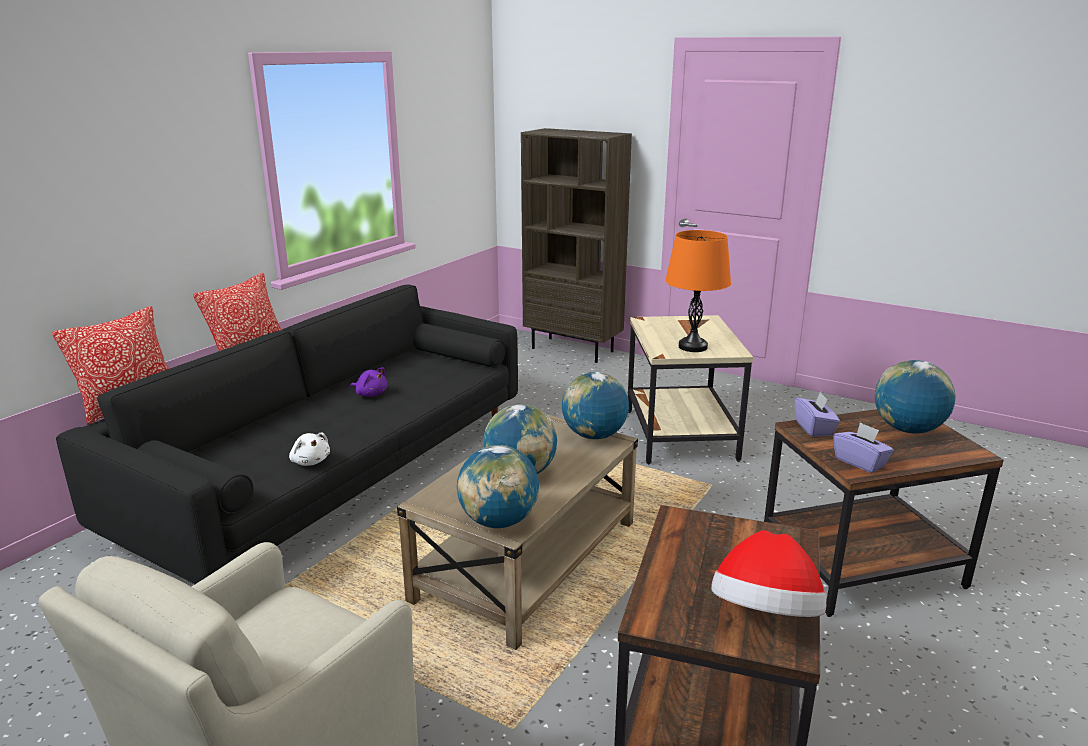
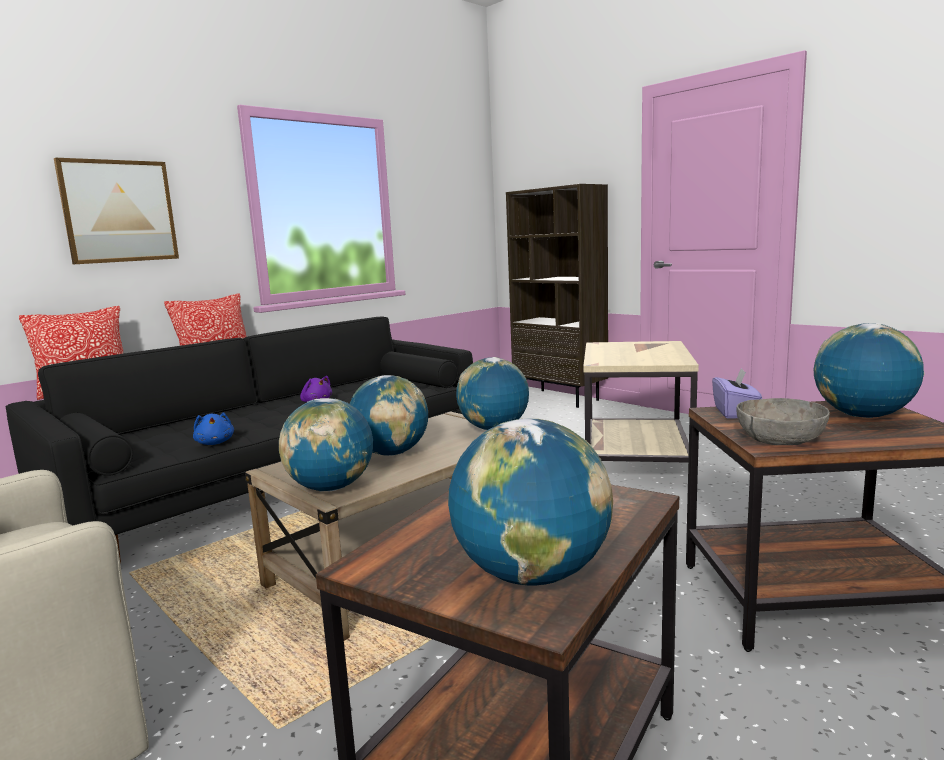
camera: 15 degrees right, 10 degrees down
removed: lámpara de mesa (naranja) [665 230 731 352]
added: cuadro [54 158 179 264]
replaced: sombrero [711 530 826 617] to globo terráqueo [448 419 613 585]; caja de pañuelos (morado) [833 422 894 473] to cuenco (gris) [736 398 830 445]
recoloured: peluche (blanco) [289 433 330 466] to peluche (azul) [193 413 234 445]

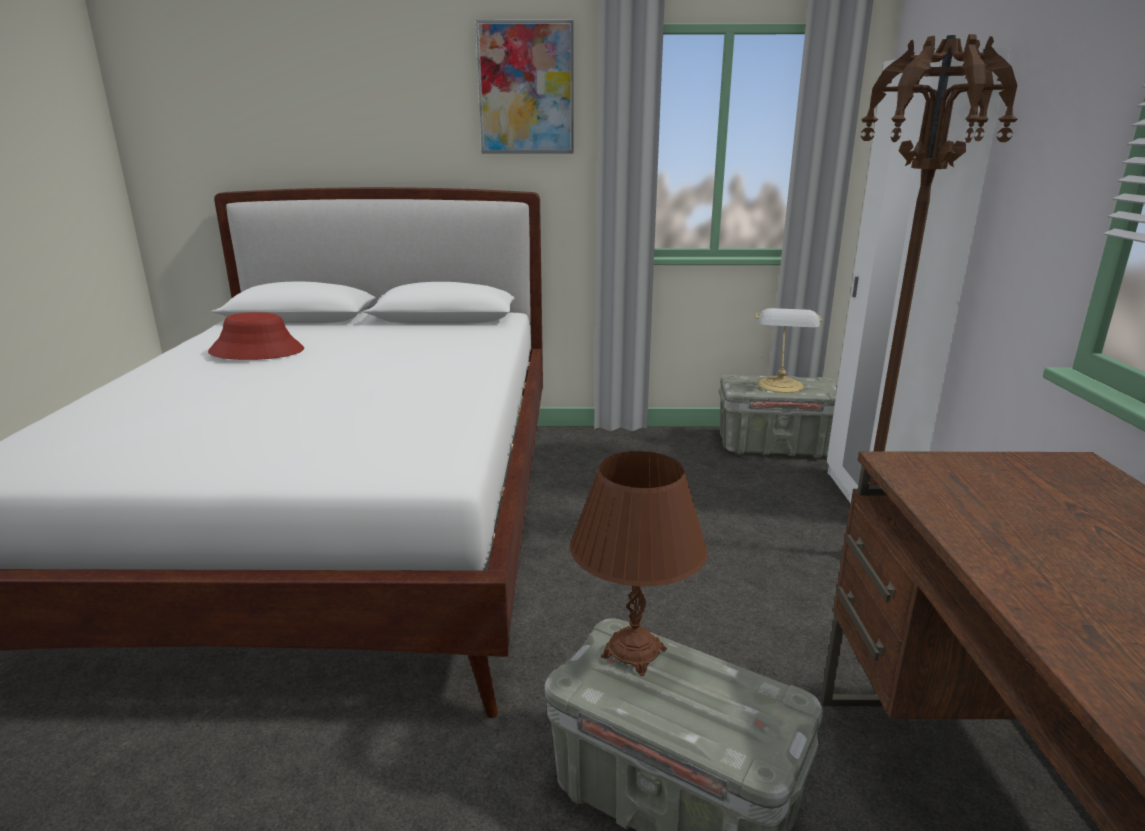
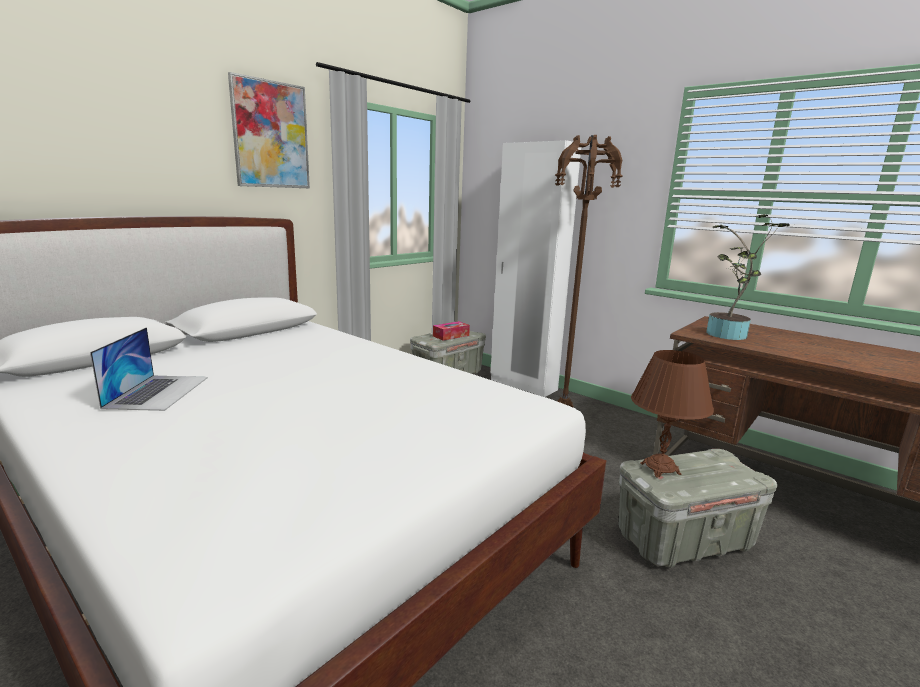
camera: 50 degrees left, 5 degrees down
added: planta en maceta [706 214 789 340]
replaced: sombrero (rojo) [208 312 304 360] to portátil [90 327 208 411]; lámpara de mesa [756 308 823 393] to caja de pañuelos [433 321 470 340]

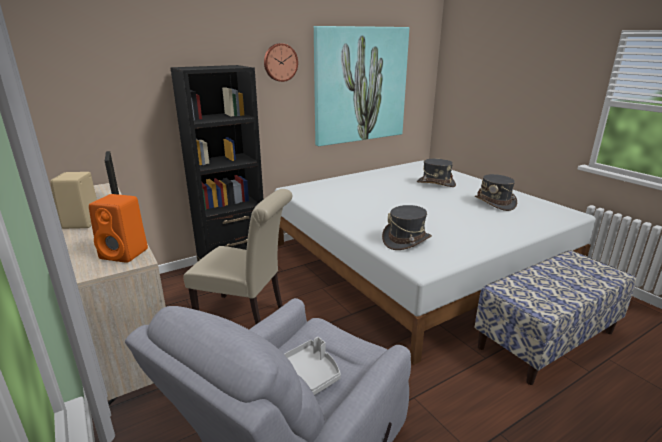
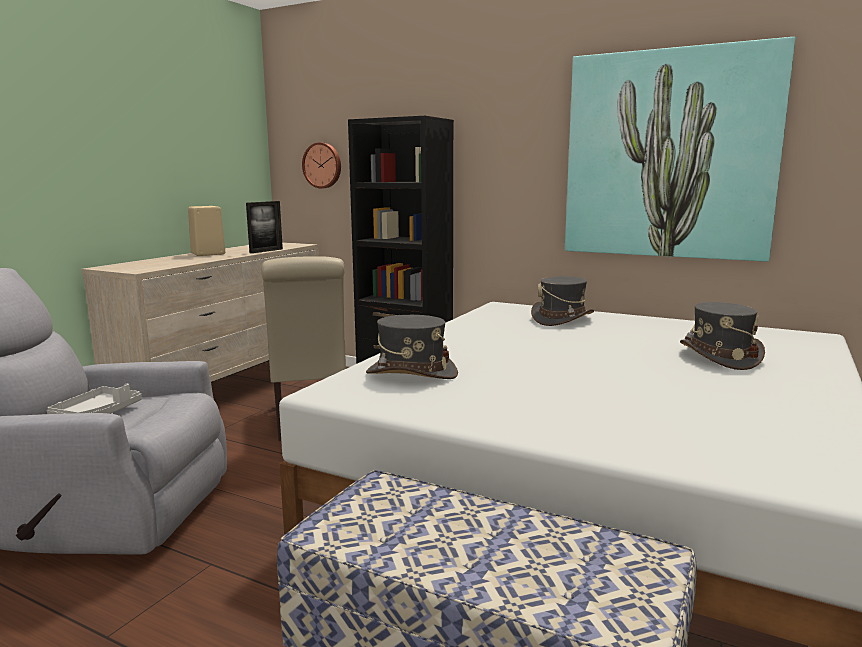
camera: 60 degrees right, 10 degrees down
removed: altavoz (naranja) [89 194 148 263]
moved: reloj de pared [264 43 298 82] to [302 142 341 188]; sombrero (gris) [475 174 517 211] to [531 276 594 326]

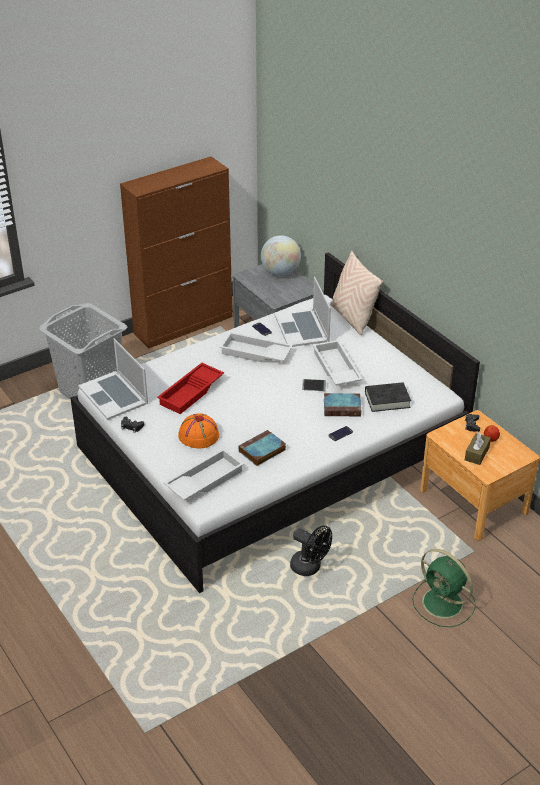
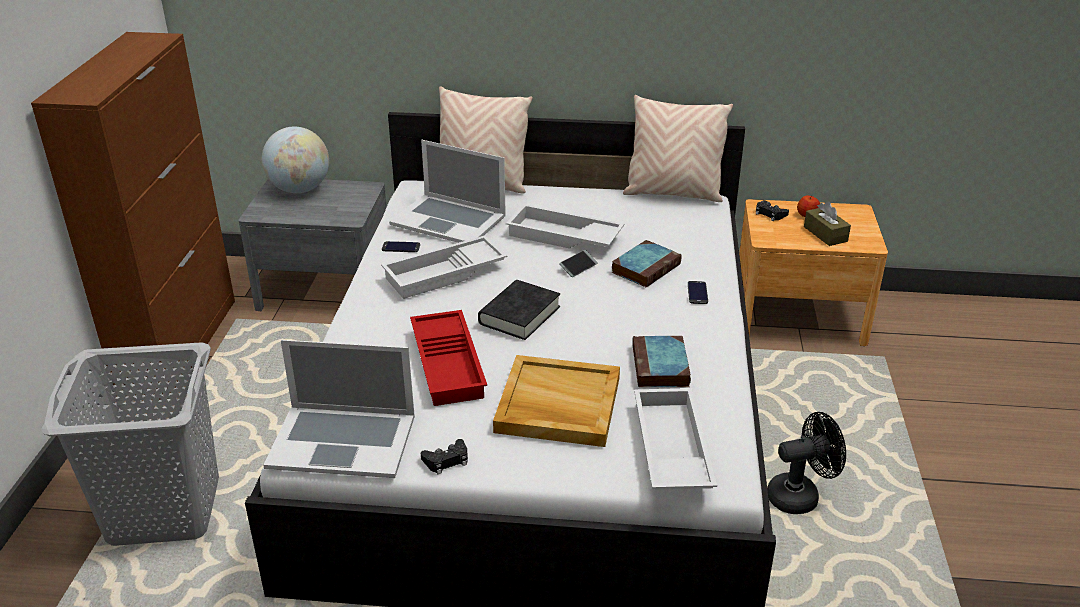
camera: 50 degrees left, 5 degrees down
removed: ventilador (verde) [412 549 476 627]
added: cojín (beis) [623 95 733 202]
moved: libro (negro) [365 382 411 412] to [478 280 560 340]
replaced: sombrero (naranja) [178 413 219 448] to bandeja (beis) [493 355 620 447]

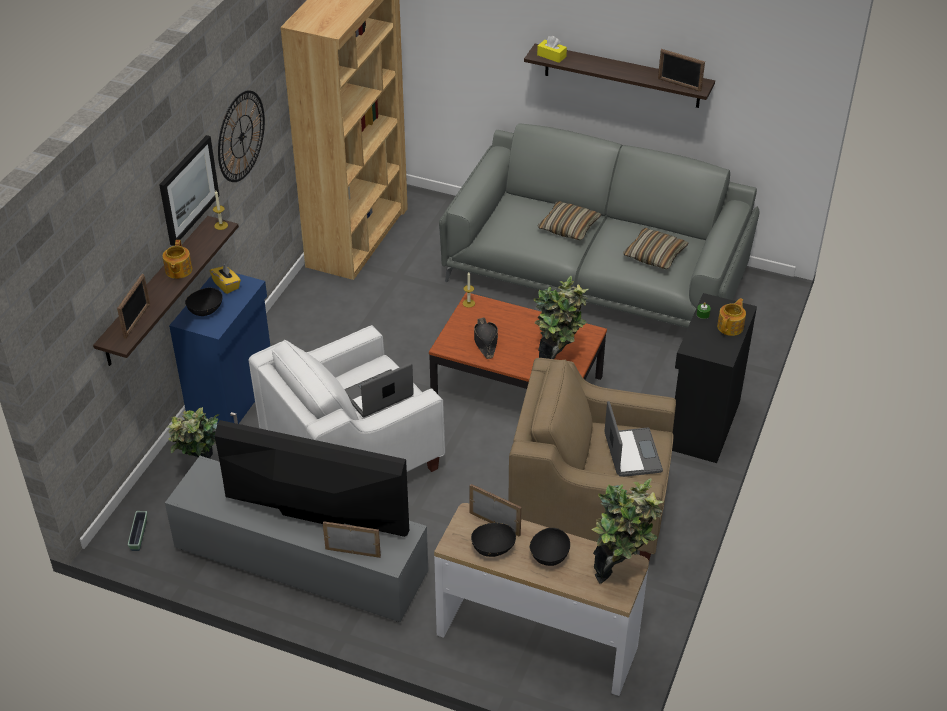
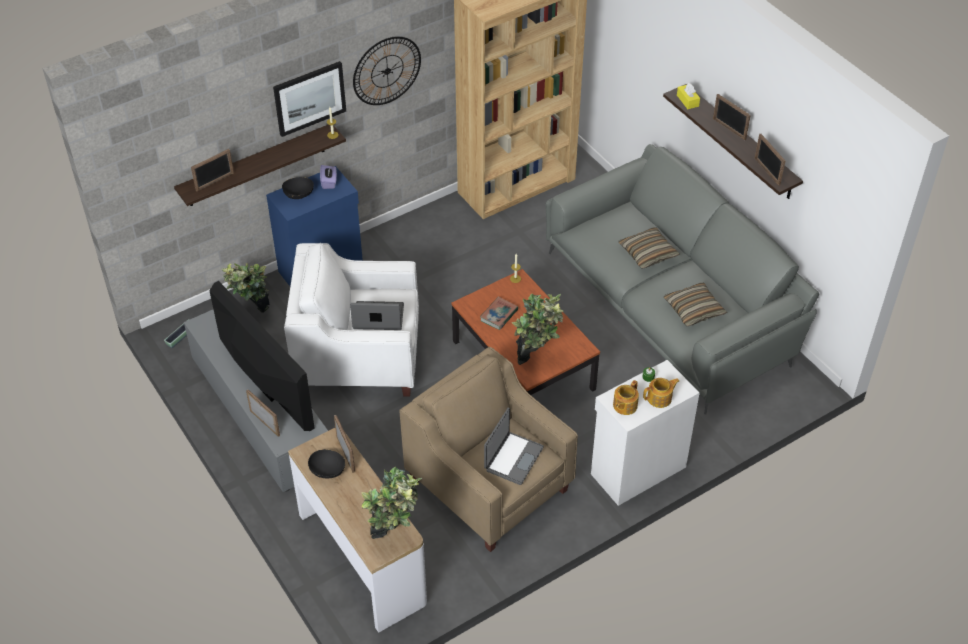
camera: 35 degrees right, 5 degrees up
removed: cuenco (negro) [529 528 570 566]
added: portarretratos [713 94 751 140]
moved: tetera [162 240 193 279] to [613 380 639 415]
replaced: sombrero (negro) [474 318 498 359] to libro [480 297 518 330]
recoloured: caja de pañuelos (amarillo) [210 264 241 294] to caja de pañuelos (morado) [320 165 337 189]; armario (negro) [672 293 757 463] to armario (blanco) [591 360 700 506]

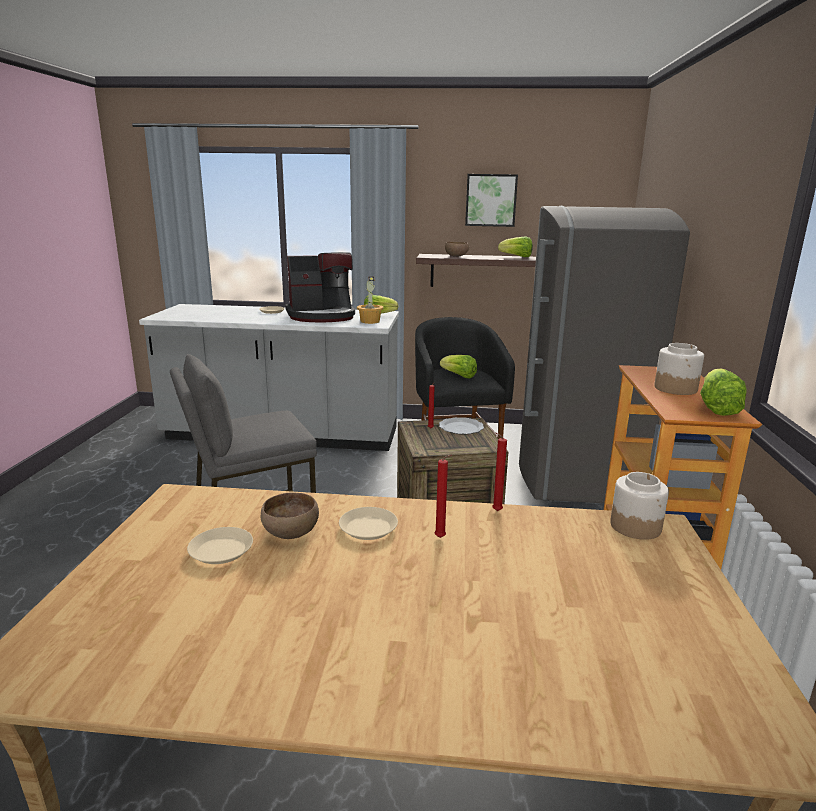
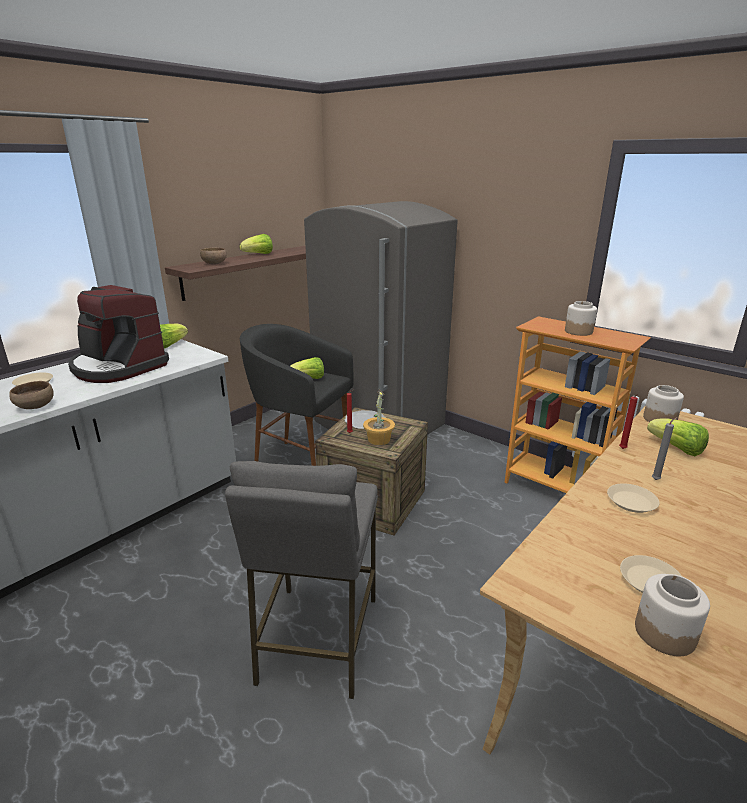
camera: 55 degrees left, 5 degrees up
removed: cuadro [465 174 518 227]
added: tarro [635 574 710 656]
moved: cuenco (marrón) [261 493 319 539] to [9 381 54 409]; planta en maceta [357 276 383 324] to [363 390 395 445]; lechuga [700 368 747 416] to [647 418 709 456]
recoloured: vela (rojo) [435 455 452 538] to vela (gris) [652 417 678 480]
turned: cafetera [285 252 355 322] = [68 285 169 383] 105 degrees clockwise

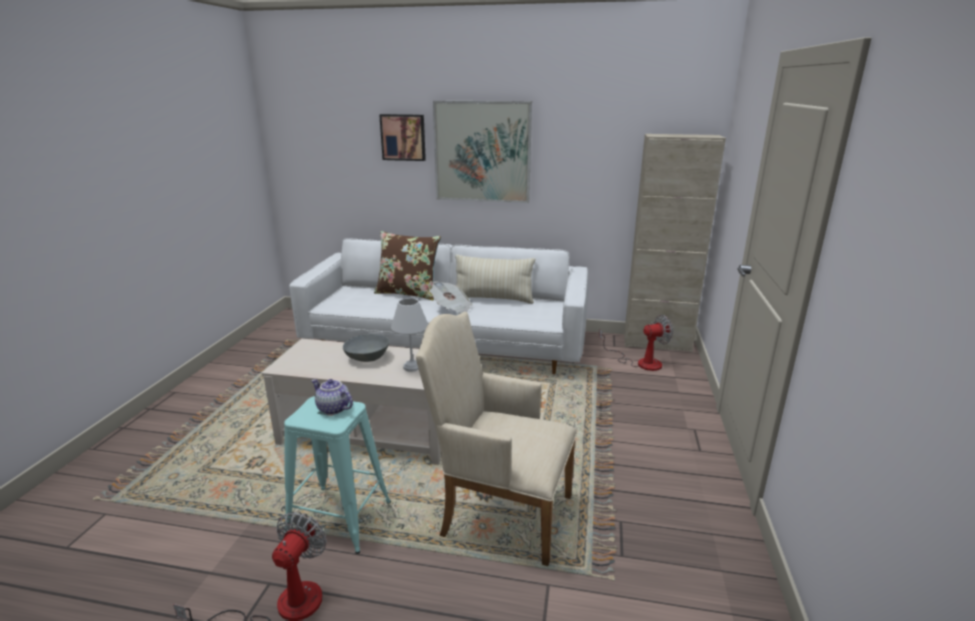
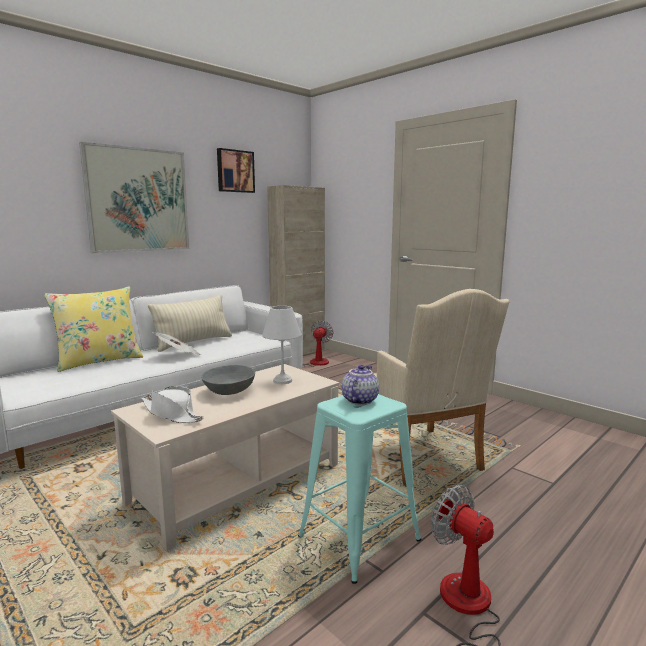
camera: 55 degrees left, 10 degrees down
added: sombrero (blanco) [142 386 204 423]
moved: cuadro [379 114 426 161] to [217 148 255 193]
recoloured: cojín (marrón) [374 231 441 301] to cojín (amarillo) [44 286 143 372]
turned: tetera [311 379 353 415] = [342 365 379 405] 135 degrees clockwise; sillón (beis) [416 312 577 566] = [374 289 509 487] 75 degrees counterclockwise

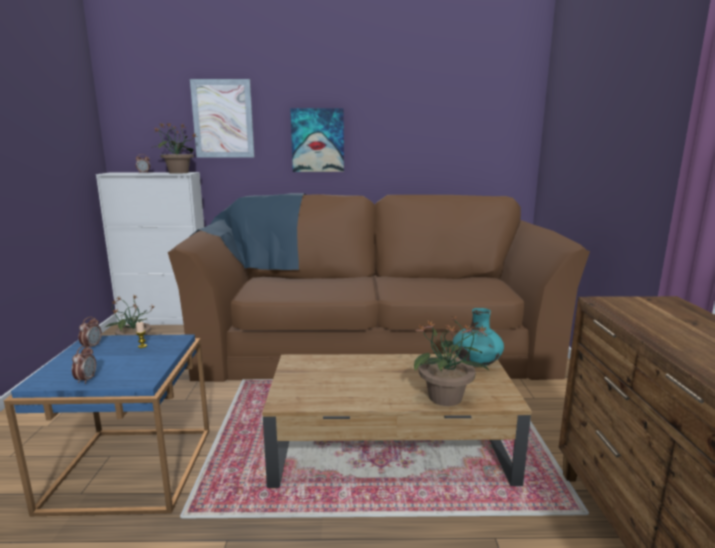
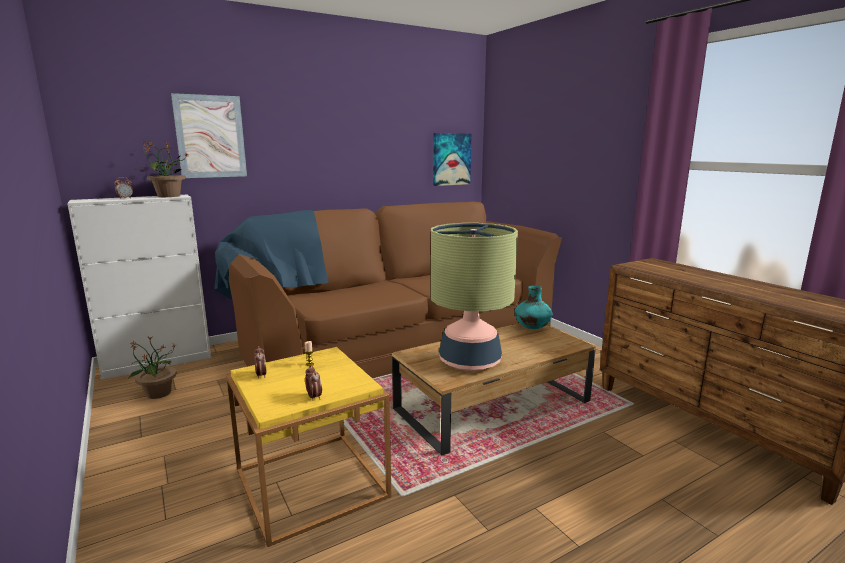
camera: 30 degrees left, 0 degrees up
removed: planta en maceta [414 317 489 406]
added: lámpara de mesa [431 223 518 371]
moved: cuadro [290 108 344 172] to [433 133 472 186]
recoloured: mesa auxiliar (azul) [4 334 209 516] to mesa auxiliar (amarillo) [226 347 391 547]

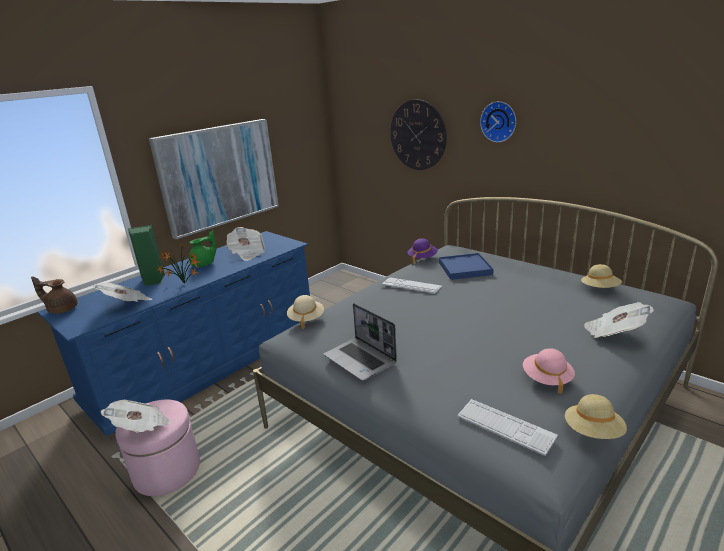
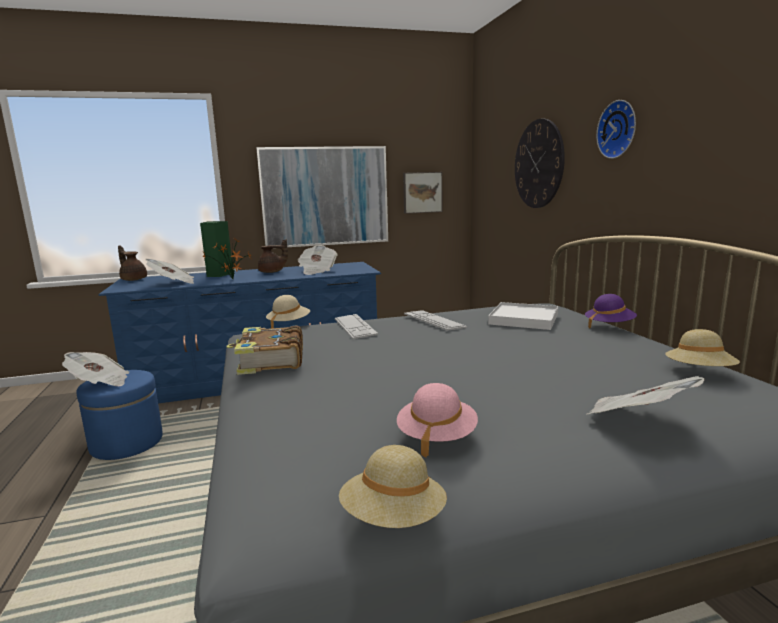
camera: 30 degrees right, 10 degrees down
added: cuadro [403 172 442 214]
moved: teclado [457 399 558 456] to [335 314 378 339]; sombrero (morado) [407 238 438 263] to [585 294 637 329]
replaced: portátil [324 303 397 381] to libro [226 325 303 375]
recoloured: puf (rosa) [115 400 200 496] to puf (azul) [76 370 163 460]; tetera (verde) [189 230 216 267] to tetera (marrón) [258 239 288 273]; bandeja (azul) [439 253 494 280] to bandeja (blanco) [488 302 558 330]

